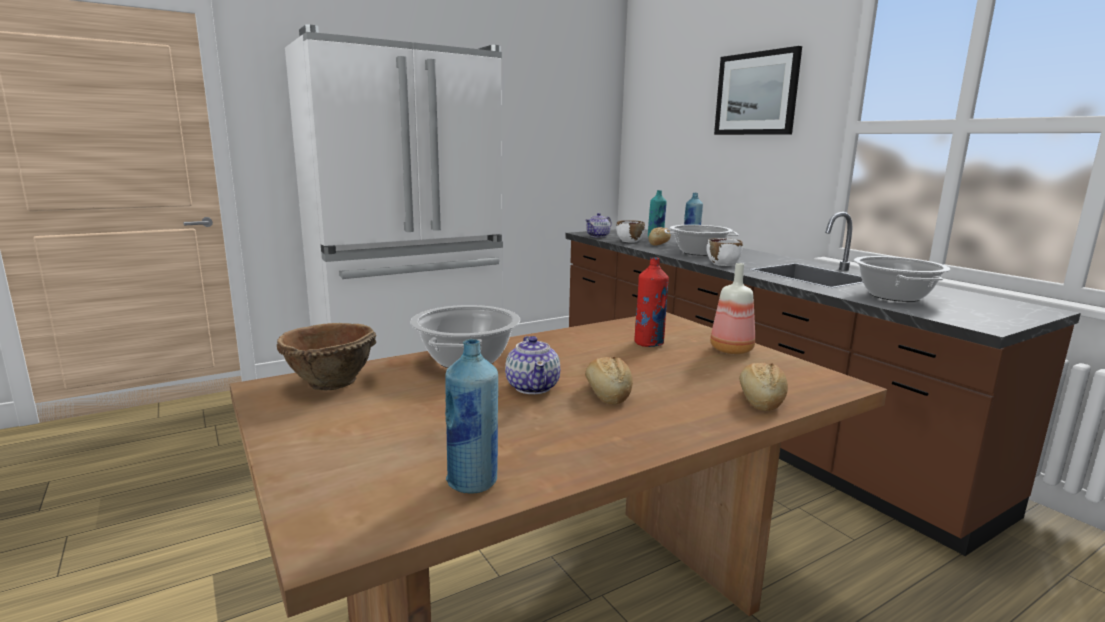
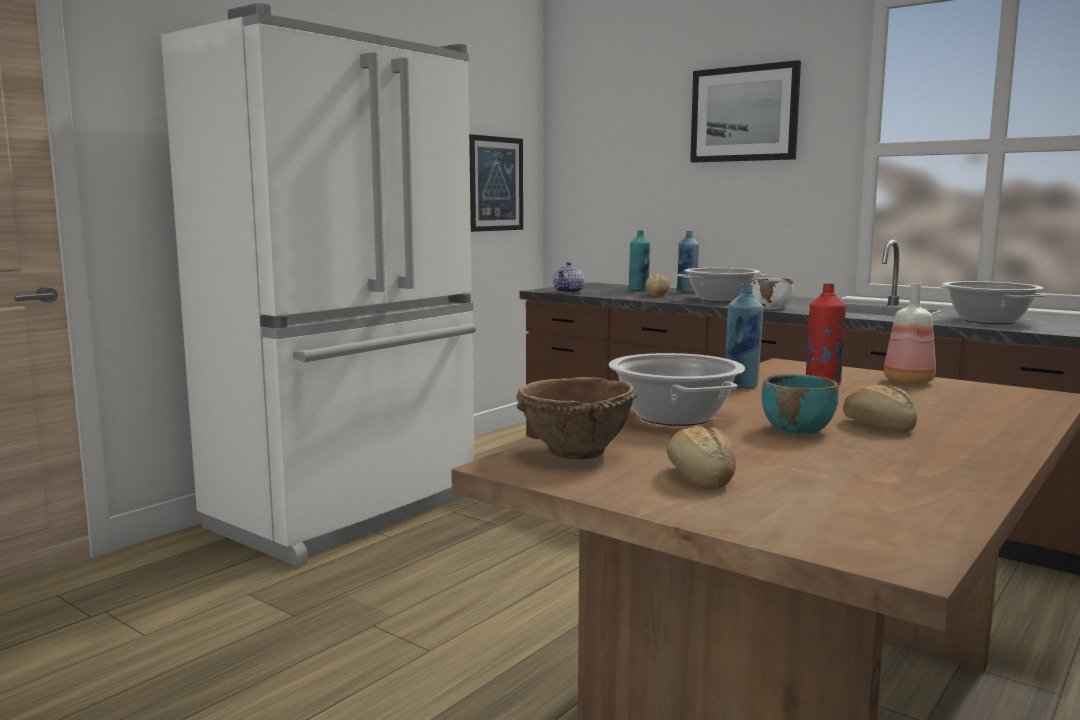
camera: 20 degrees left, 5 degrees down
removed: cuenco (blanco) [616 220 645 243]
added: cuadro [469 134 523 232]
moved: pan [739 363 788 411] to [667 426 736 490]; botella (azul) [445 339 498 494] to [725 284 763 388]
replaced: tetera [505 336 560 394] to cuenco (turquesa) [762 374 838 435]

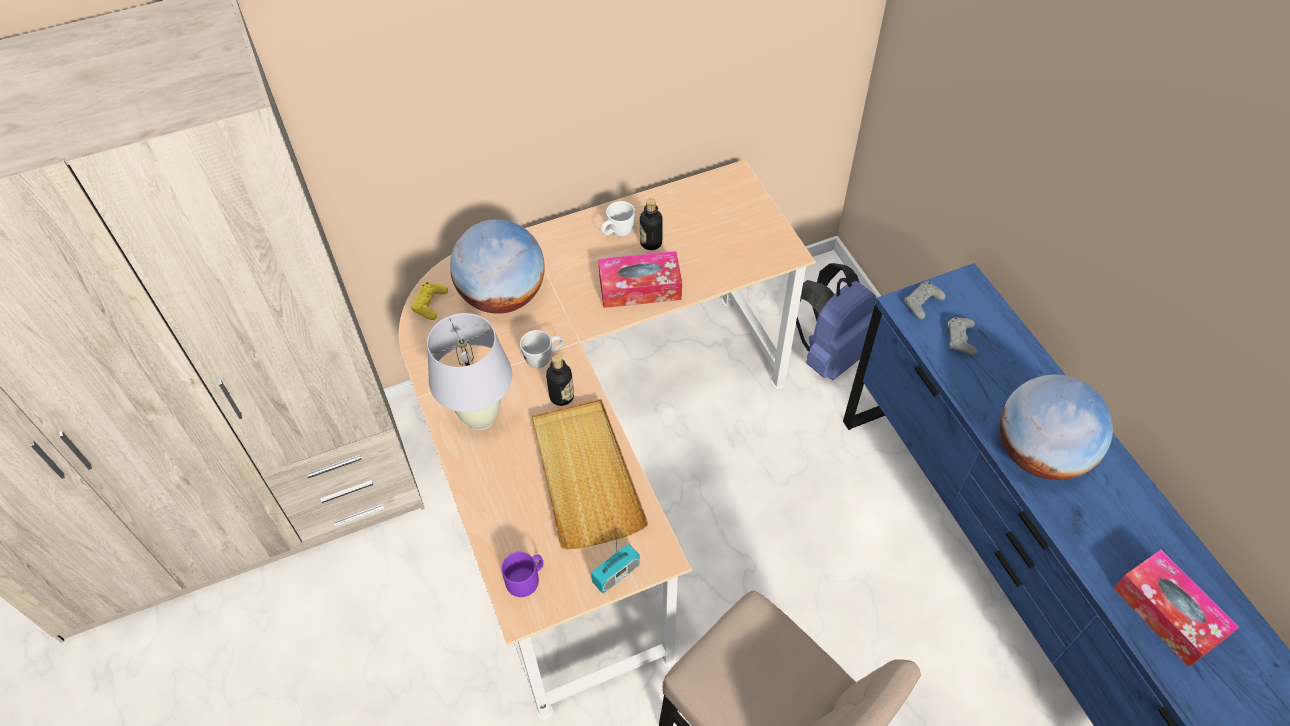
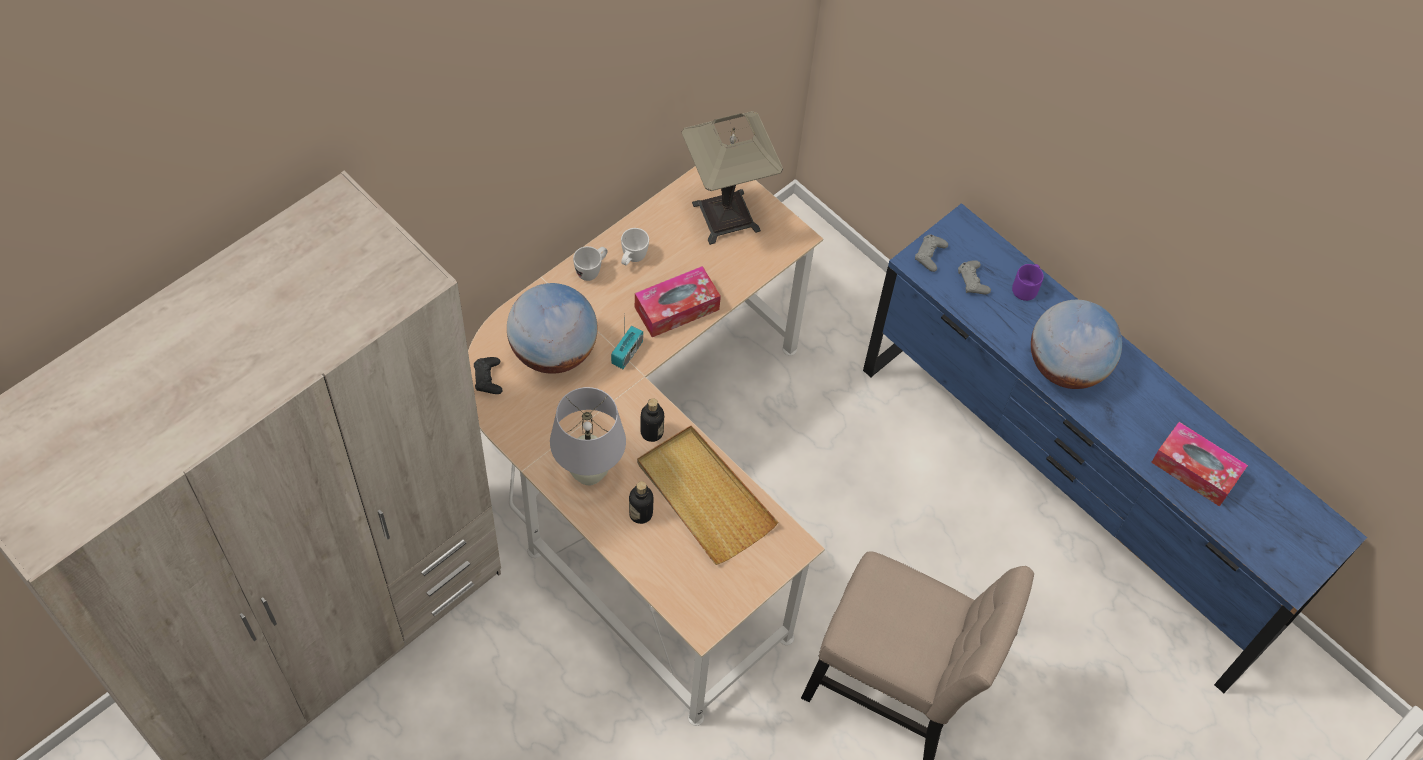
camera: 25 degrees left, 5 degrees up
removed: mochila (azul) [796 263 876 380]
added: lámpara de mesa [681 111 783 245]
moved: taza grande (blanco) [520 330 563 368] to [573 246 608 281]; radio [591 529 640 594] to [611 326 643 369]; botella [640 199 663 250] to [629 481 653 524]; taza grande (morado) [502 552 543 597] to [1012 264 1044 301]
recoloured: mando de consola (amarillo) [411 282 448 320] to mando de consola (negro) [474 357 503 394]

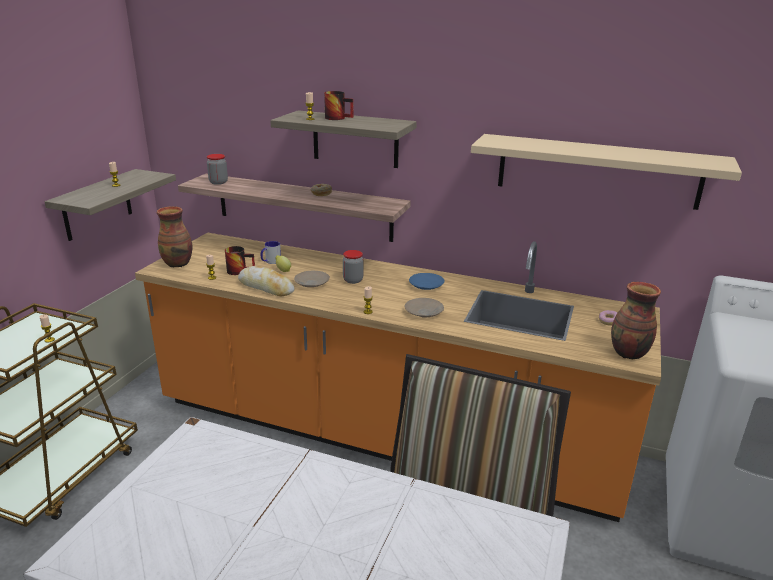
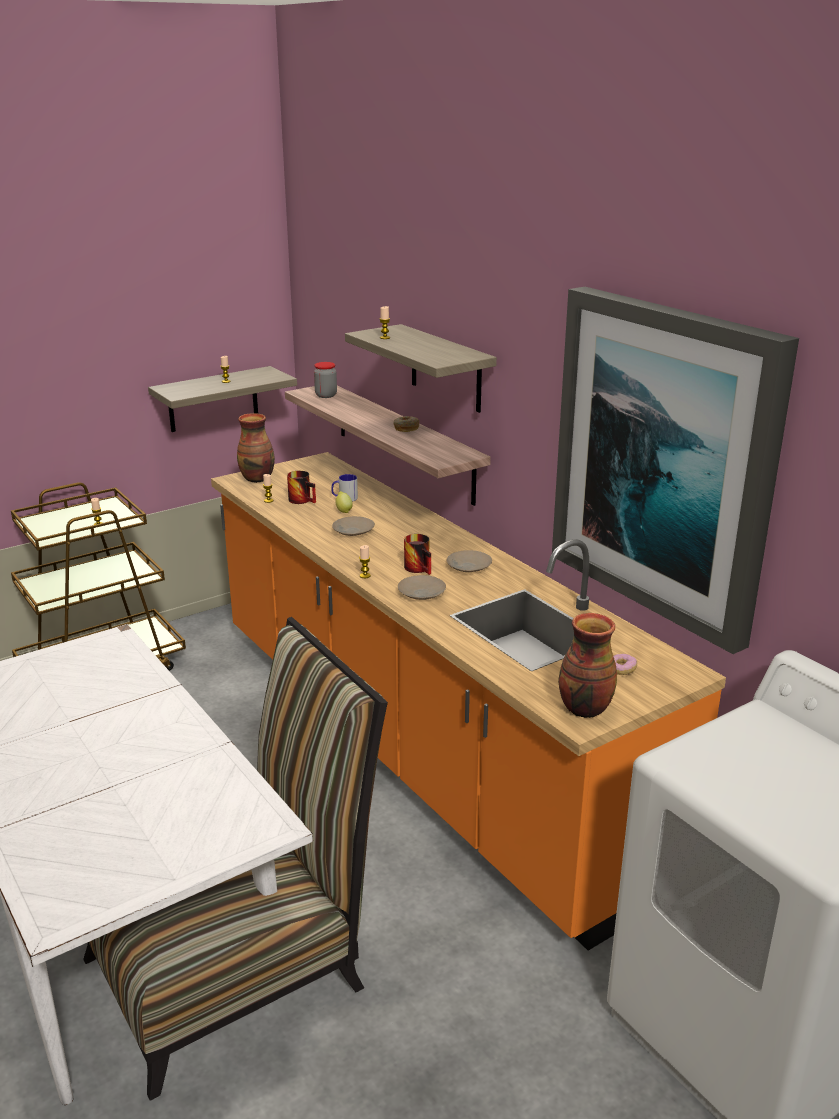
camera: 35 degrees right, 0 degrees up
removed: pan [238 266 295 296]; tarro [343 250 363 284]
moved: taza grande [324 91 353 120] to [404 534 431 575]
replaced: estante (beis) [471 134 742 210] to cuadro [552 287 799 654]
recoloured: plato (azul) [409 273 444 290] to plato (beis) [447 550 492 572]

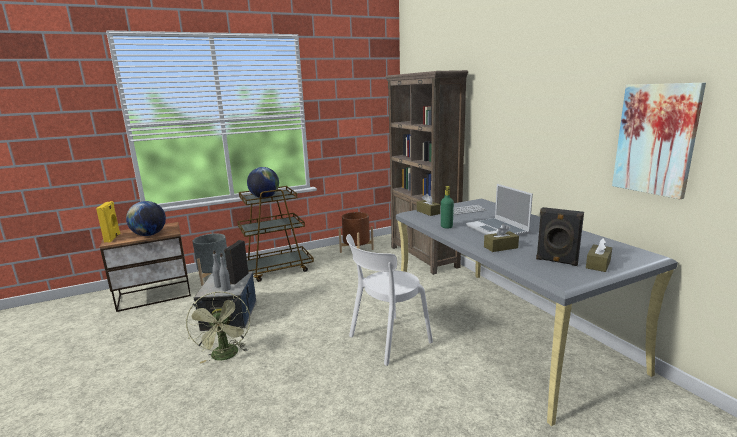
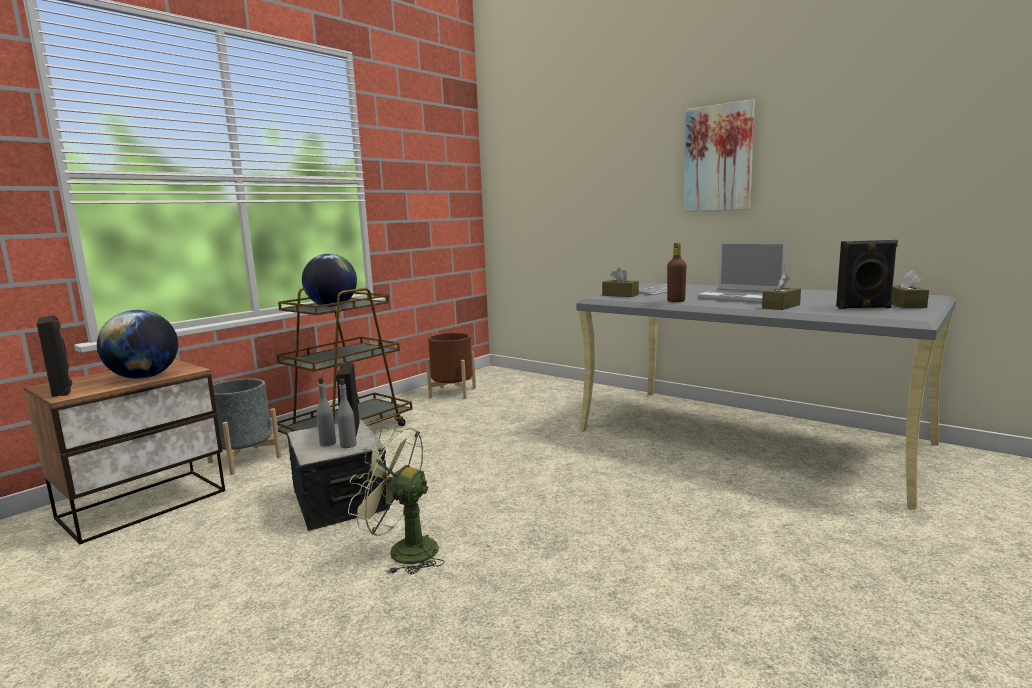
camera: 25 degrees left, 5 degrees down
removed: silla (blanco) [346 234 433 366]; estantería (marrón) [385 70 468 275]
moved: cuadro [612 83 706 199] to [684 99 755 212]
recoloured: altavoz (amarillo) [96 201 120 243] to altavoz (negro) [37 315 72 397]; botella (verde) [441 186 454 229] to botella (marrón) [667 243 686 302]
turned: ventilador (verde) [185 292 250 364] = [348 425 445 575] 150 degrees clockwise

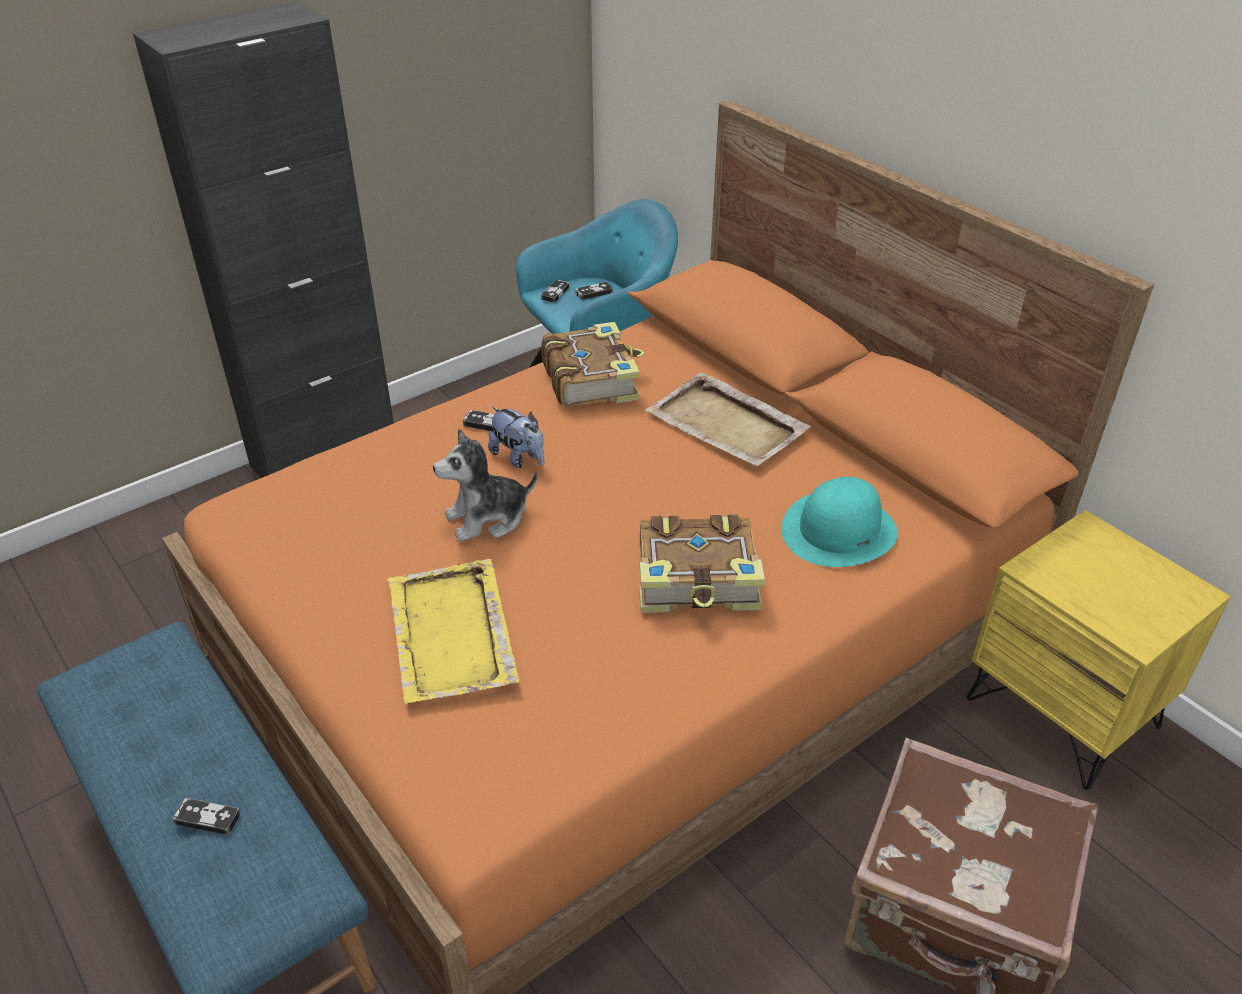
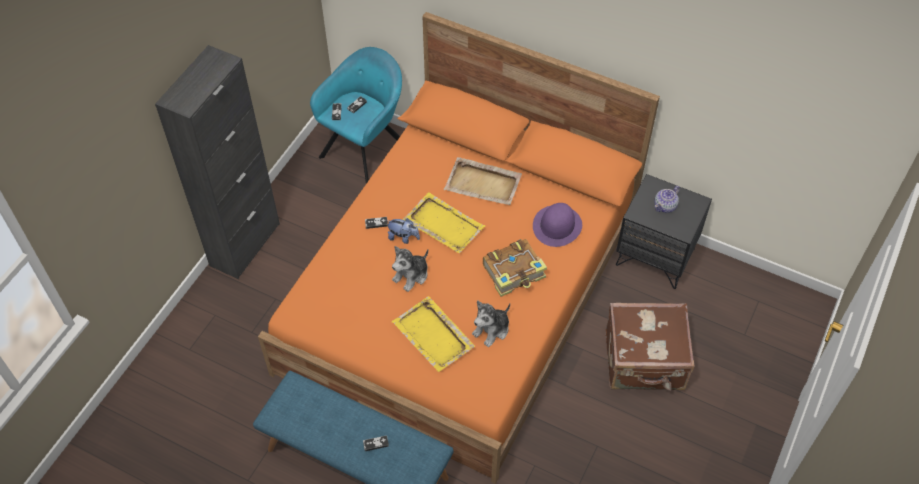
camera: 25 degrees left, 15 degrees up
removed: libro [541 322 644 409]
added: bandeja (amarillo) [403 192 485 253]; peluche [472 300 510 347]; tetera [654 186 680 213]
recoloured: sombrero (turquesa) [781 477 898 567] to sombrero (morado) [533 203 582 247]; mesita de noche (amarillo) [966 510 1231 790] to mesita de noche (negro) [616 174 712 289]

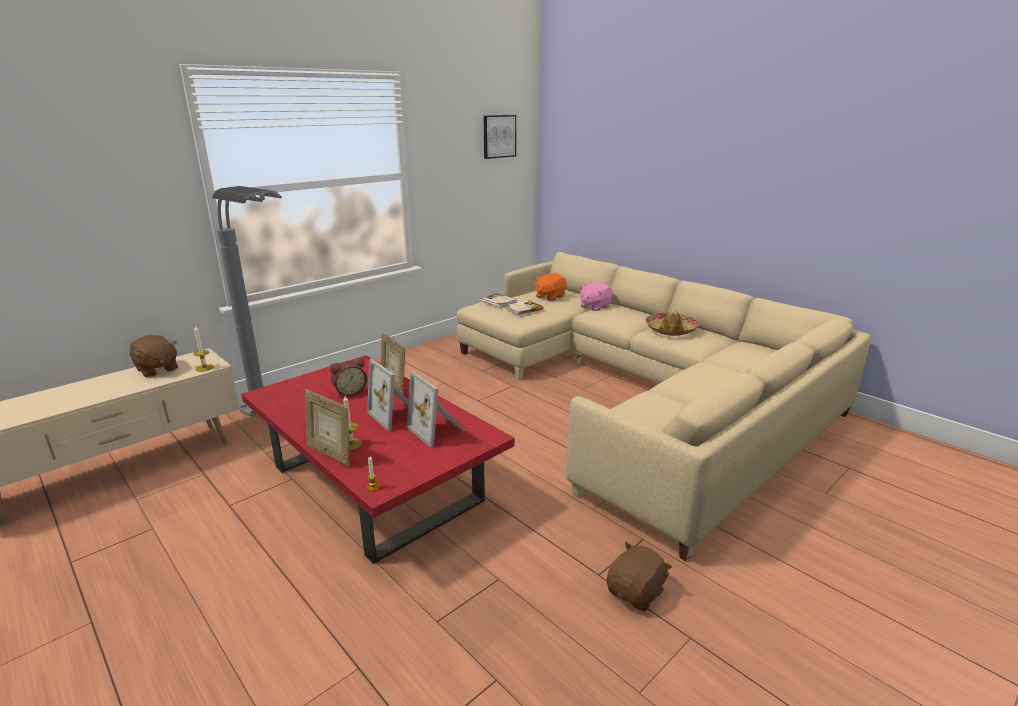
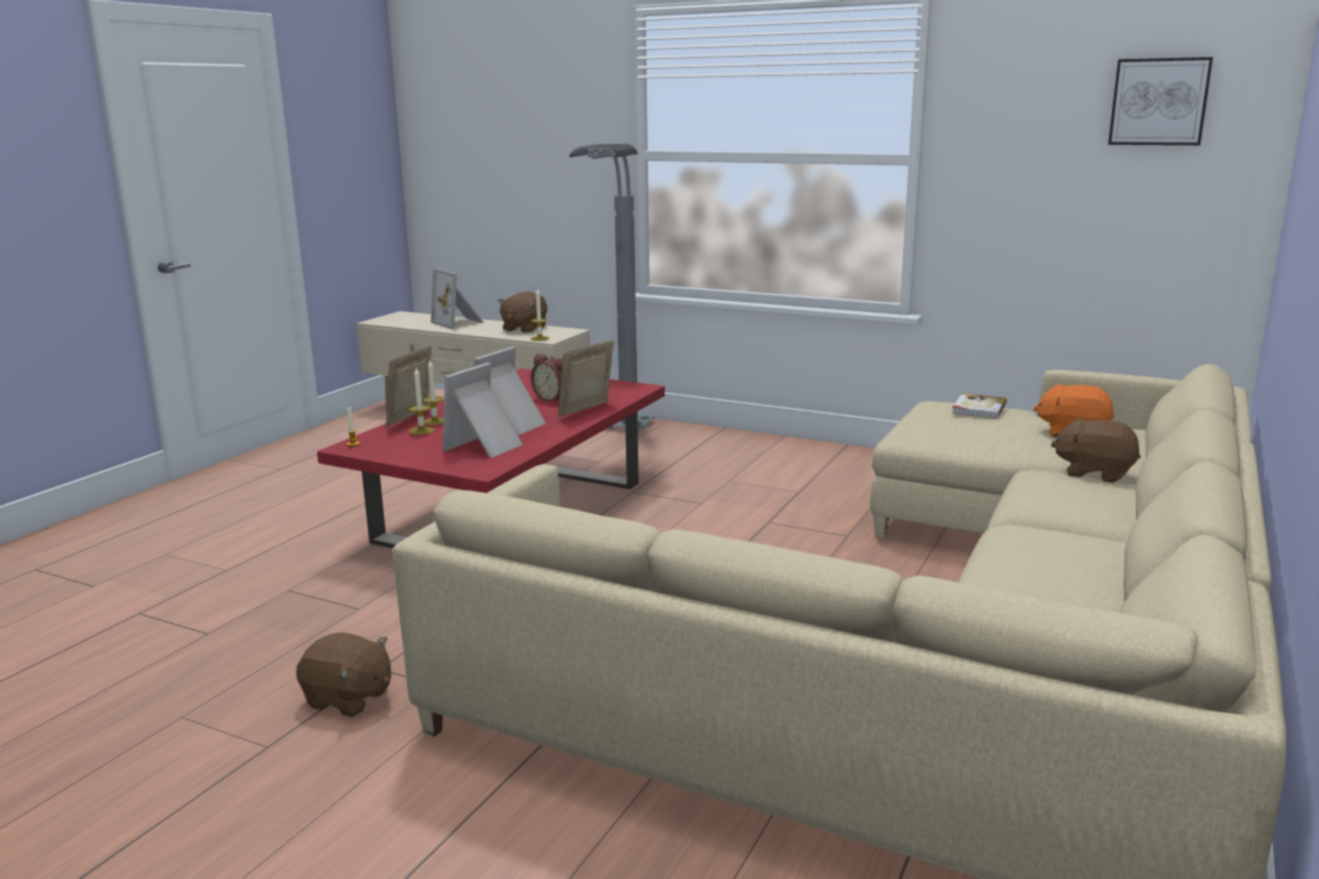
camera: 70 degrees right, 5 degrees down
removed: libro [505 300 543 315]; sombrero [646 311 700 336]
added: vela [409 368 434 435]; portarretratos [431 269 484 329]
recoloured: peluche (rosa) [580 282 613 311] to peluche (marrón) [1051 418 1141 483]

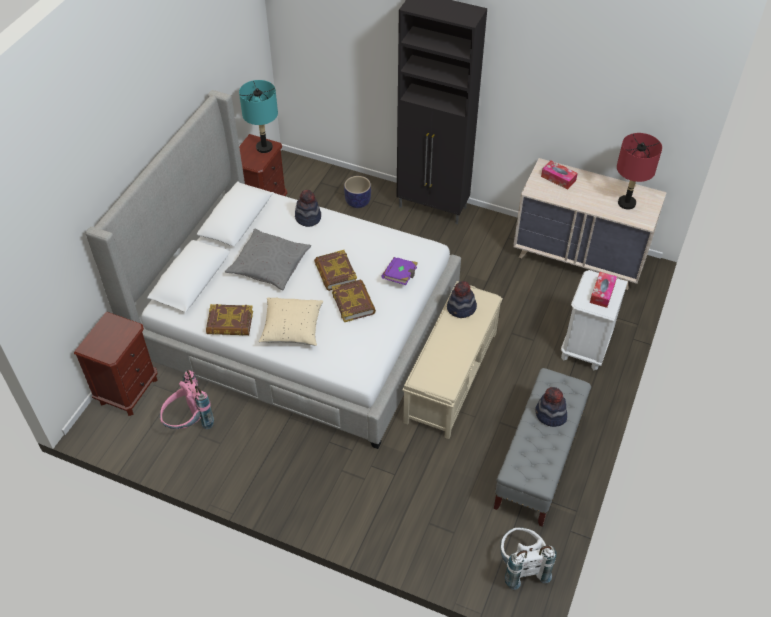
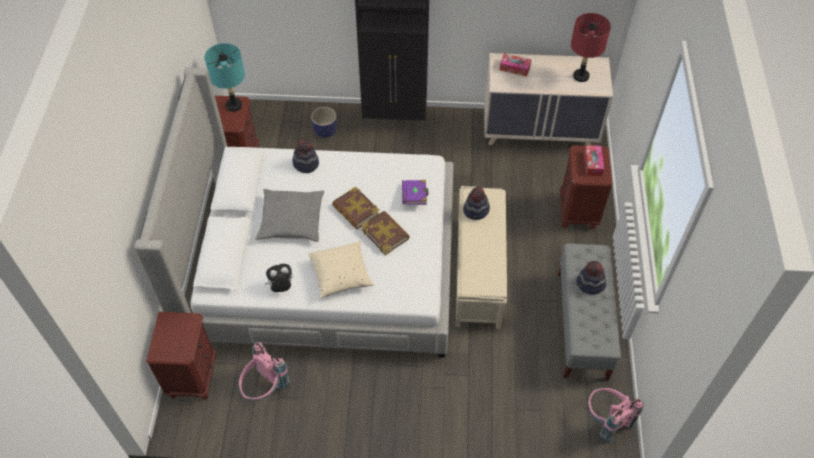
camera: 20 degrees left, 5 degrees up
replaced: libro [206 304 253 335] to peluche [265 264 293 292]
recoloured: mesita de noche (blanco) [561 270 628 370] to mesita de noche (marrón) [560 145 612 230]; mochila (blanco) [500 527 556 590] to mochila (rosa) [587 388 644 443]

